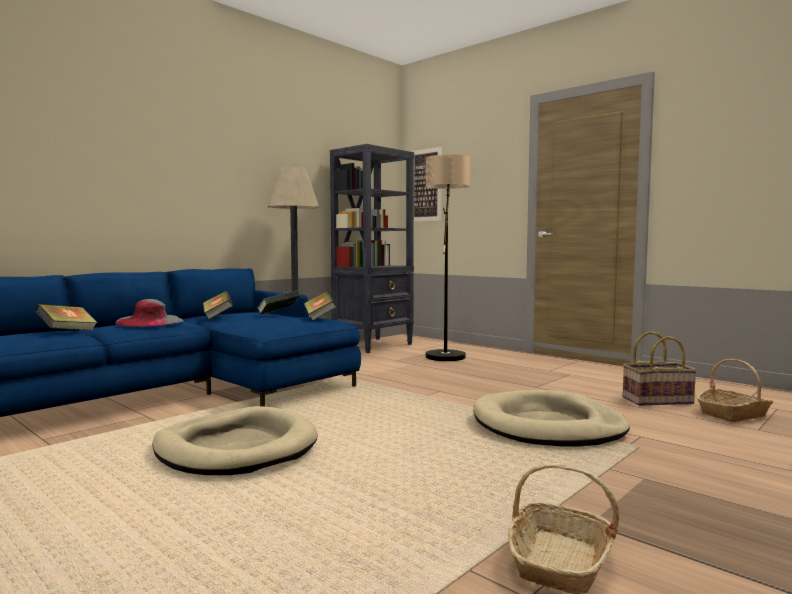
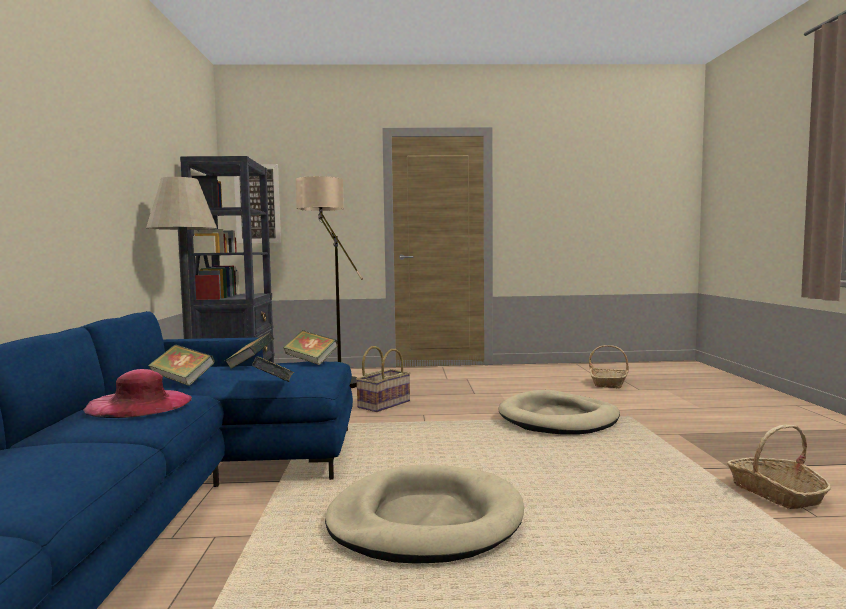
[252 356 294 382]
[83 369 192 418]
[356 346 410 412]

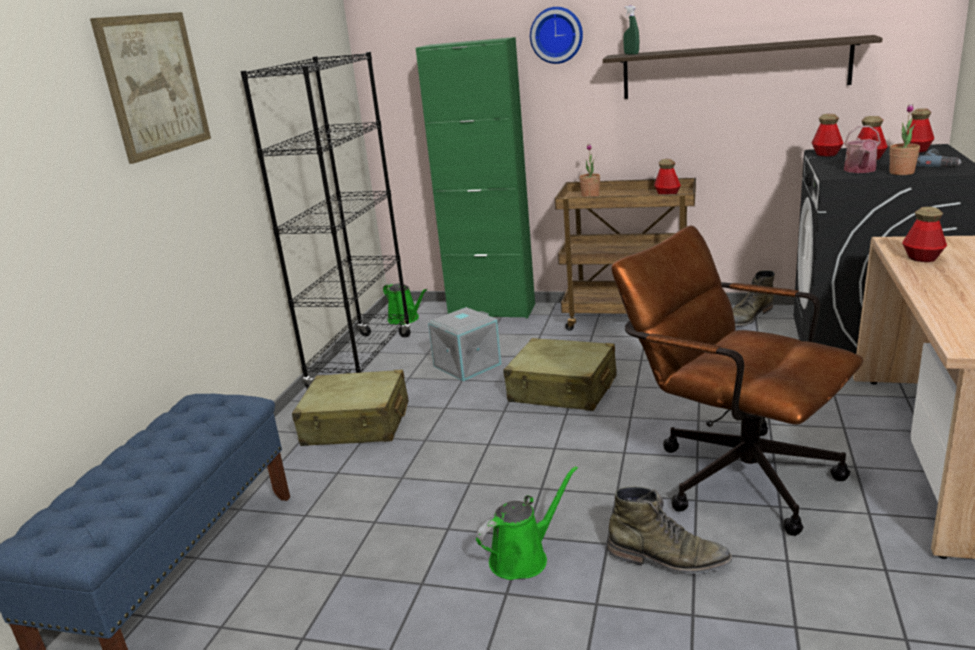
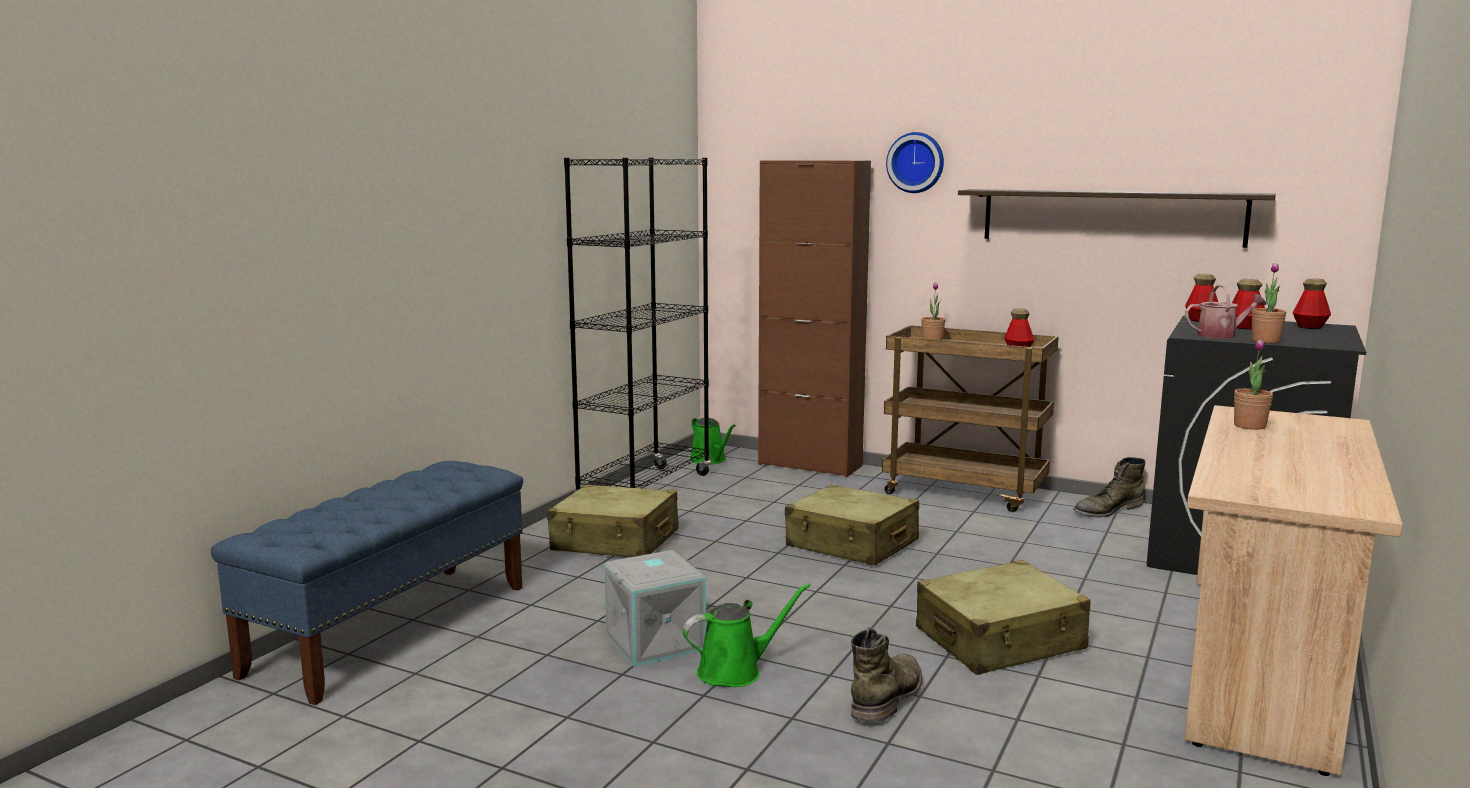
[90 12 211 164] (first image)
[758 160 871 477]
[604 550 706 667]
[851 627 922 723]
[916 560 1091 675]
[623 6 639 55] (first image)
[1185 285 1267 339]
[1234 340 1273 430]
[916 149 962 167] (first image)

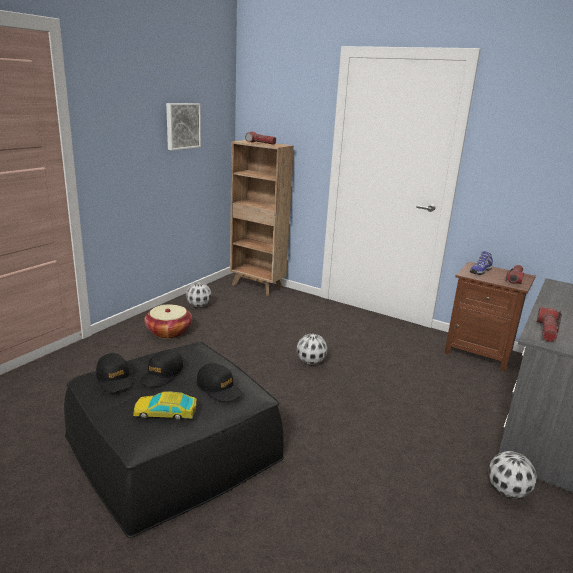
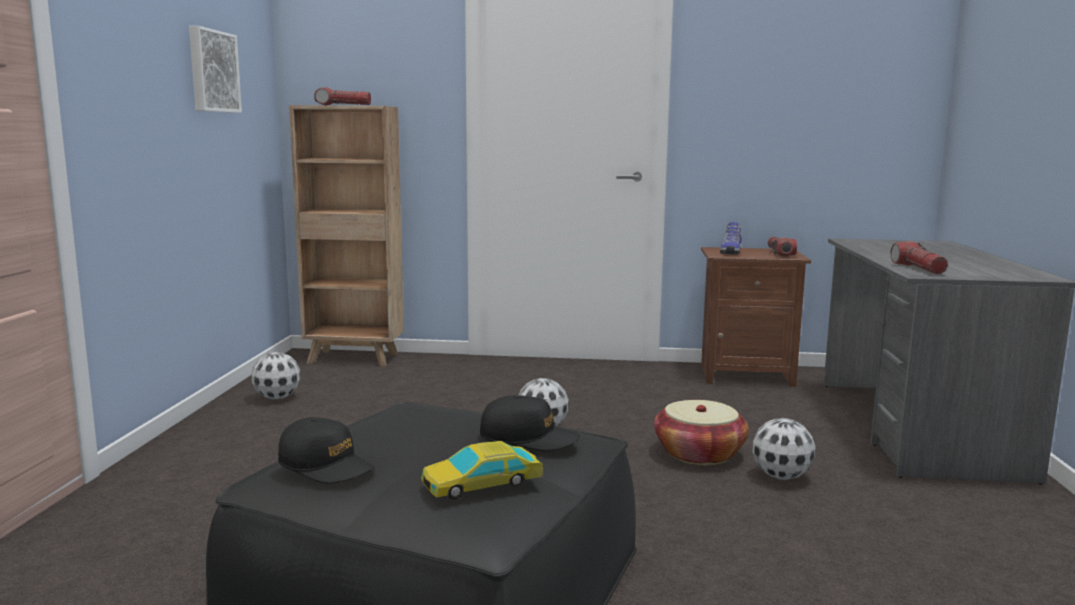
[139 350 183 387] (first image)
[654 400 749 465]
[752 418 816 480]

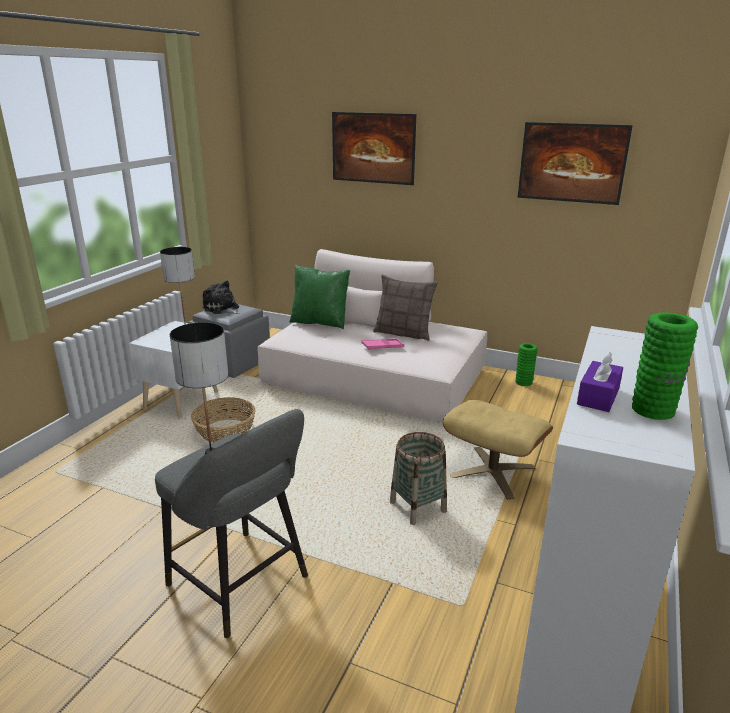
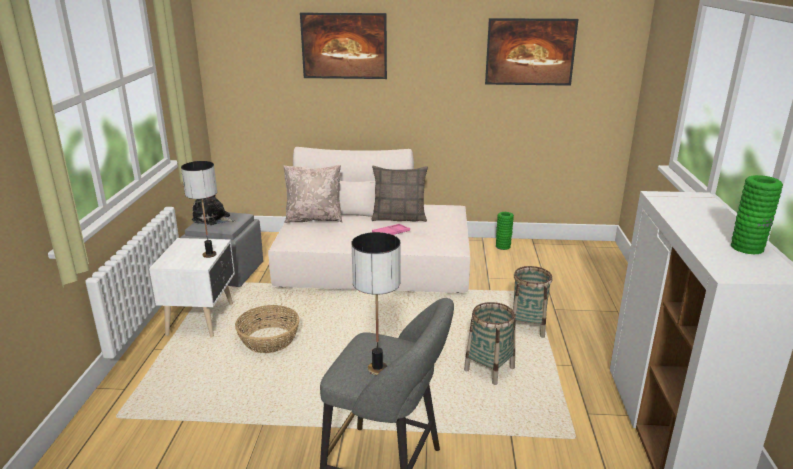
[284 165 342 223]
[513 266 553 338]
[577 352 623 412] (first image)

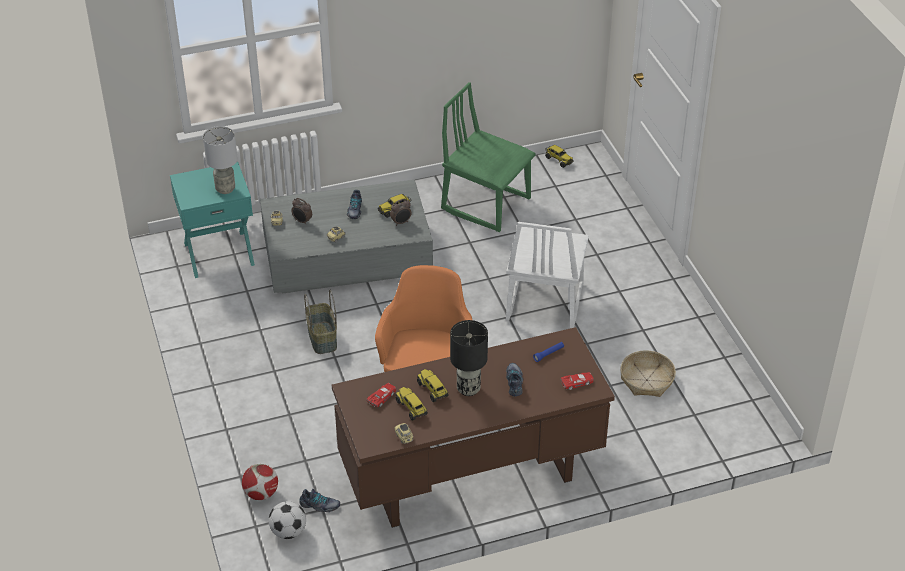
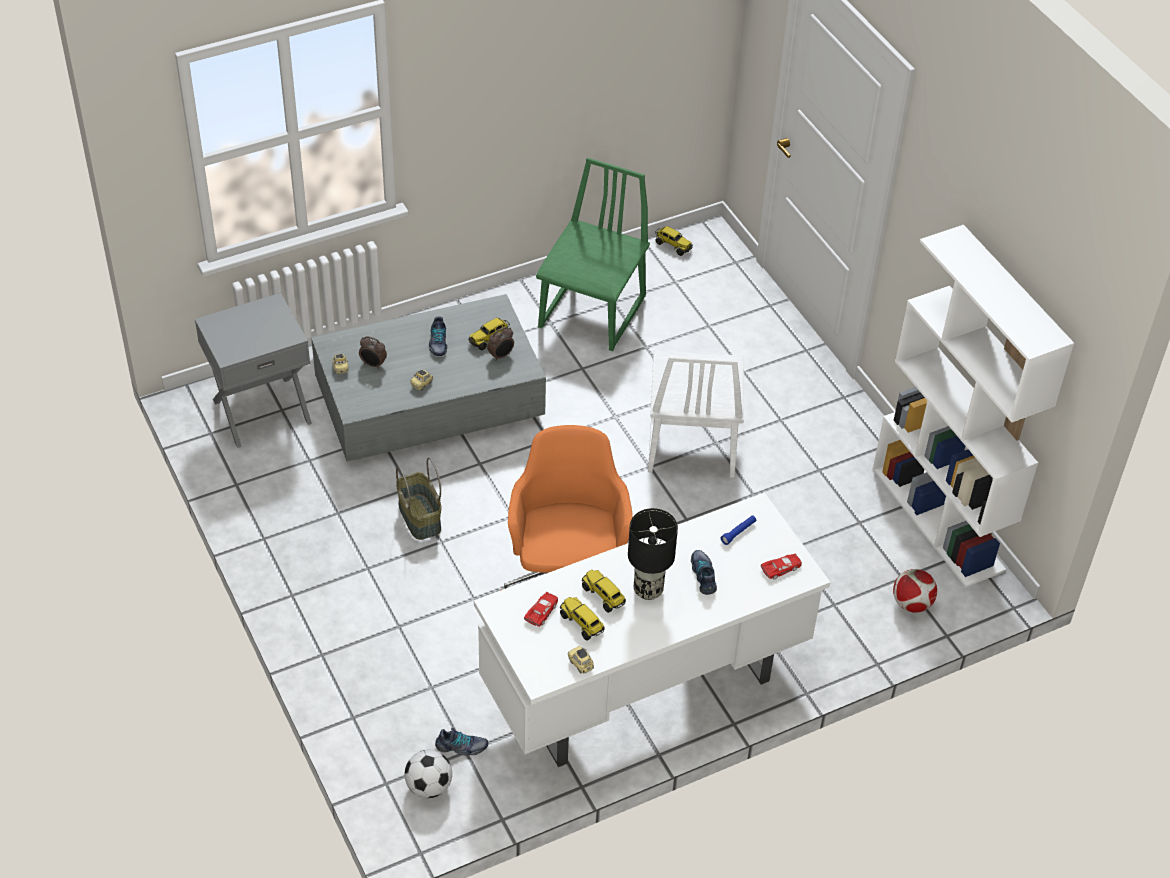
[195 293 312 448]
[203 126 238 194] (first image)
[893 569 937 612]
[474 493 830 767]
[536 158 650 351]
[620 350 676 397] (first image)
[872 225 1074 587]

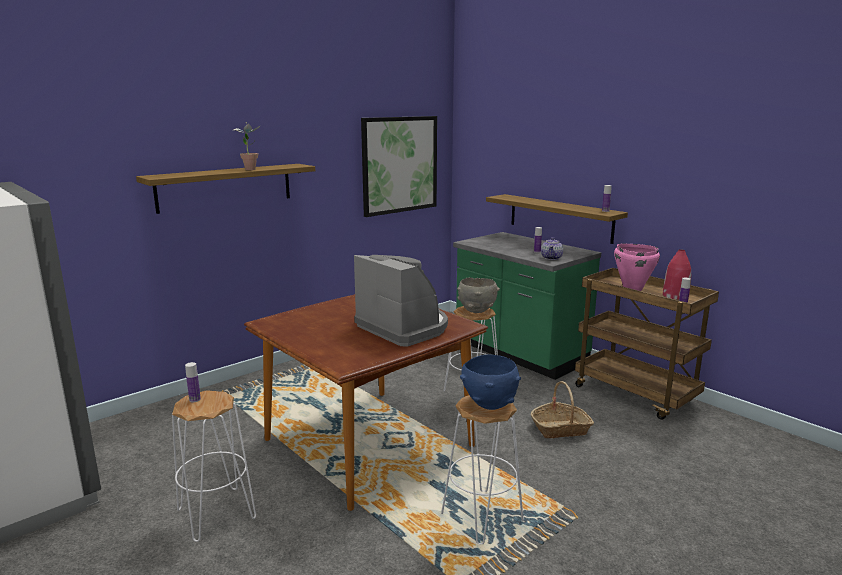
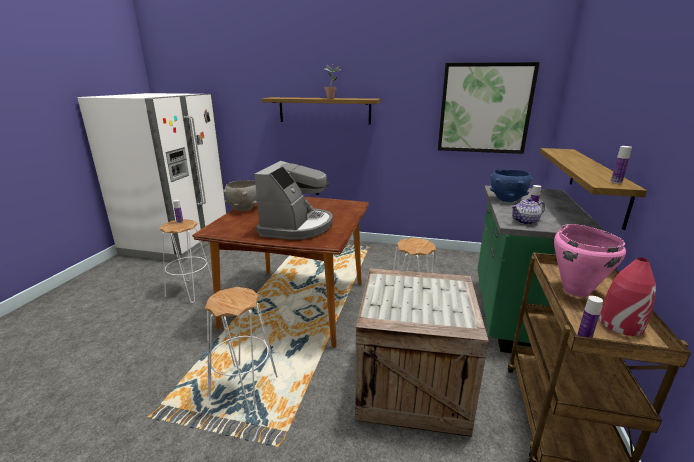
[223 180 258 211]
[490 170 532 202]
[355 268 489 437]

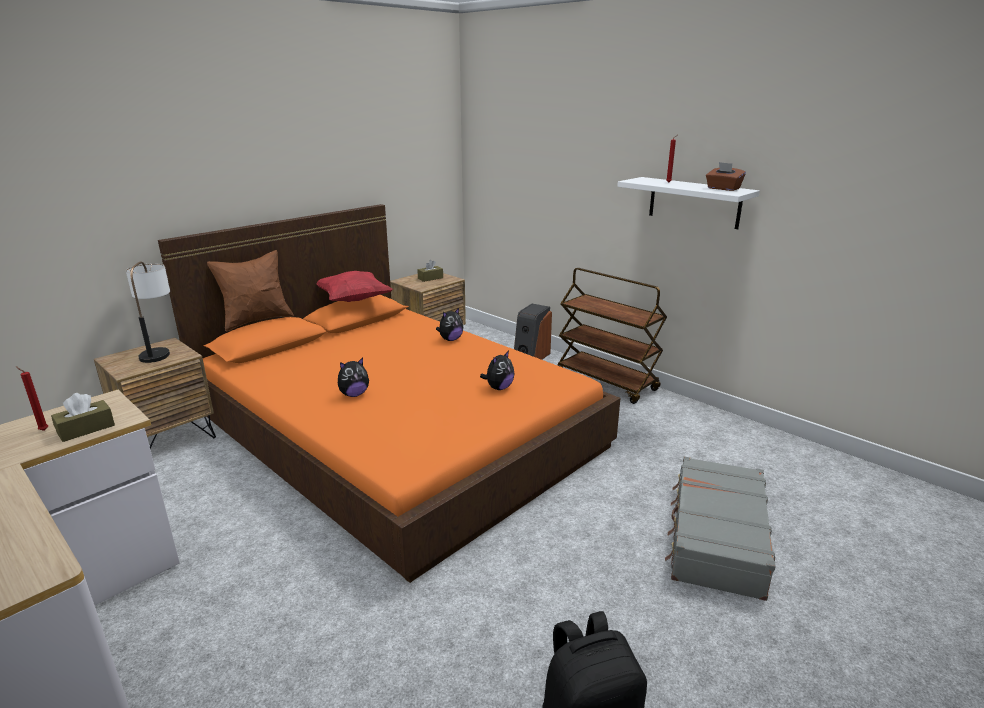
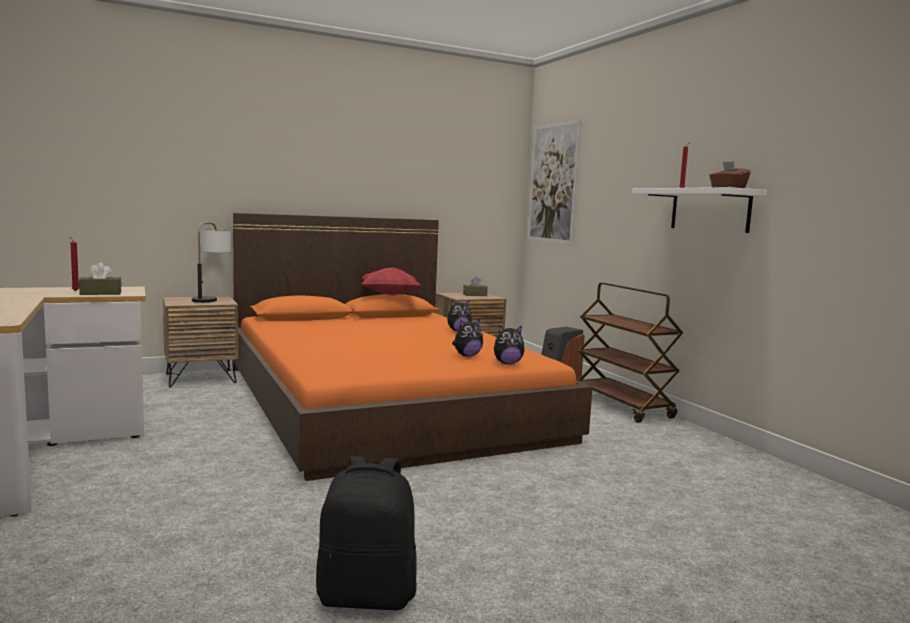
[207 250 294 331] (first image)
[494 325 524 364]
[665 457 776 601] (first image)
[528 119 582 244]

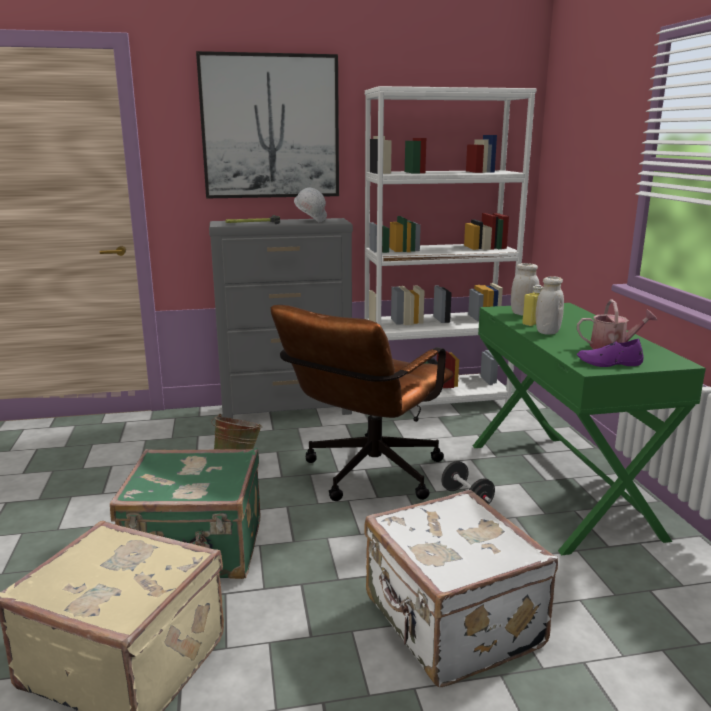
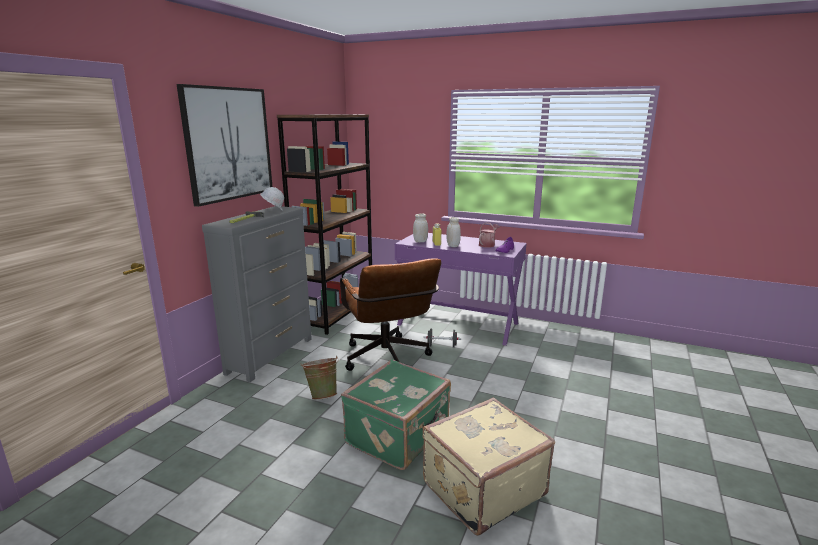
[364 490 558 687] (first image)
[277 115 372 335]
[395 233 527 346]

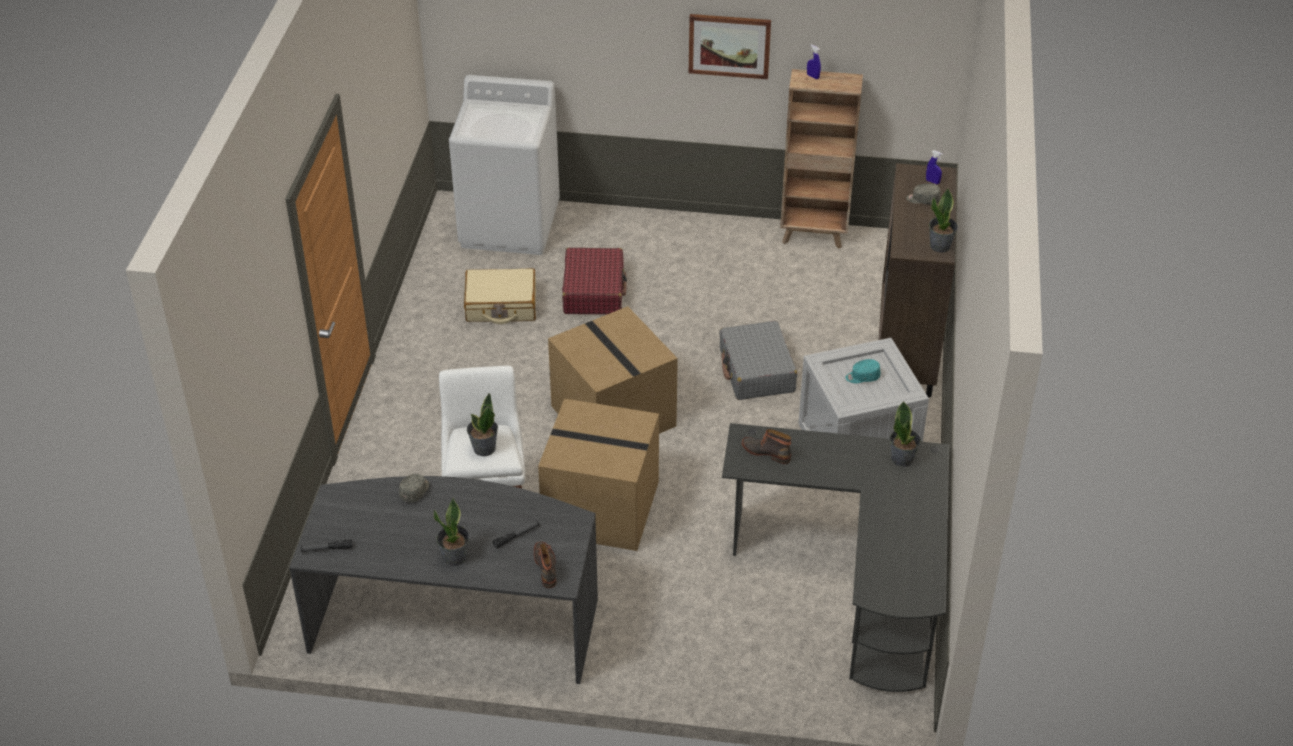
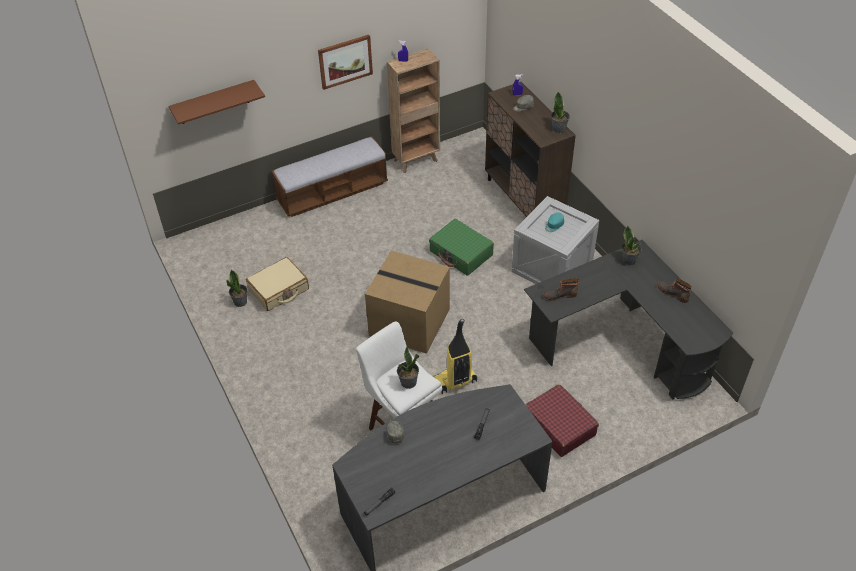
[227 270 247 307]
[449 75 560 255] (first image)
[658 278 692 303]
[434 319 477 394]
[525 384 599 457]
[429 219 494 276]
[169 80 265 124]
[271 136 388 217]

